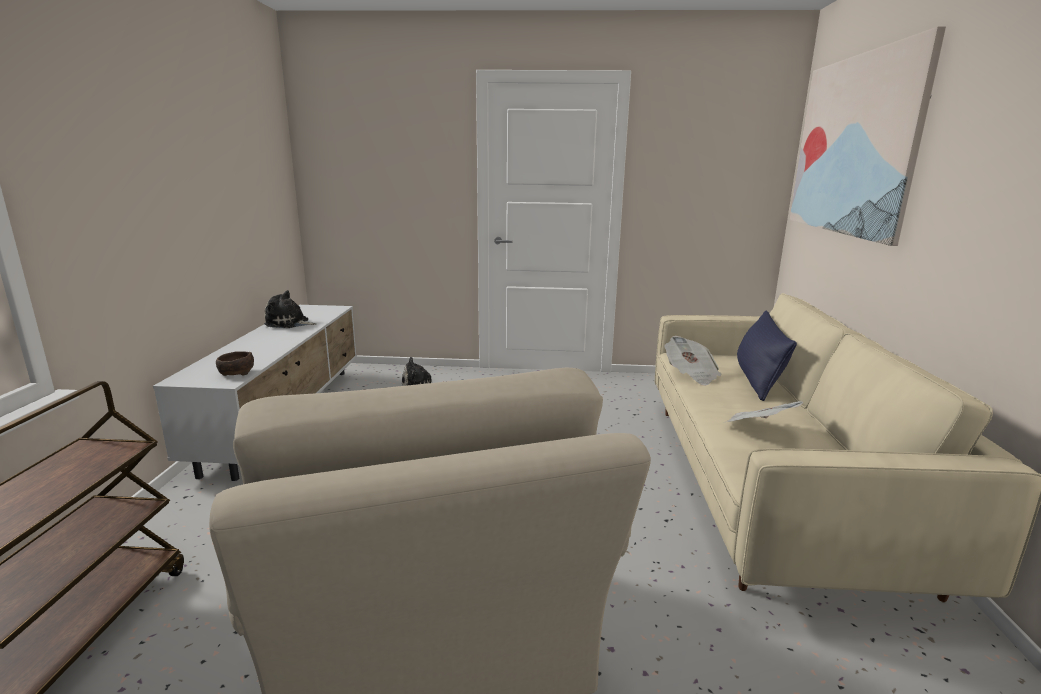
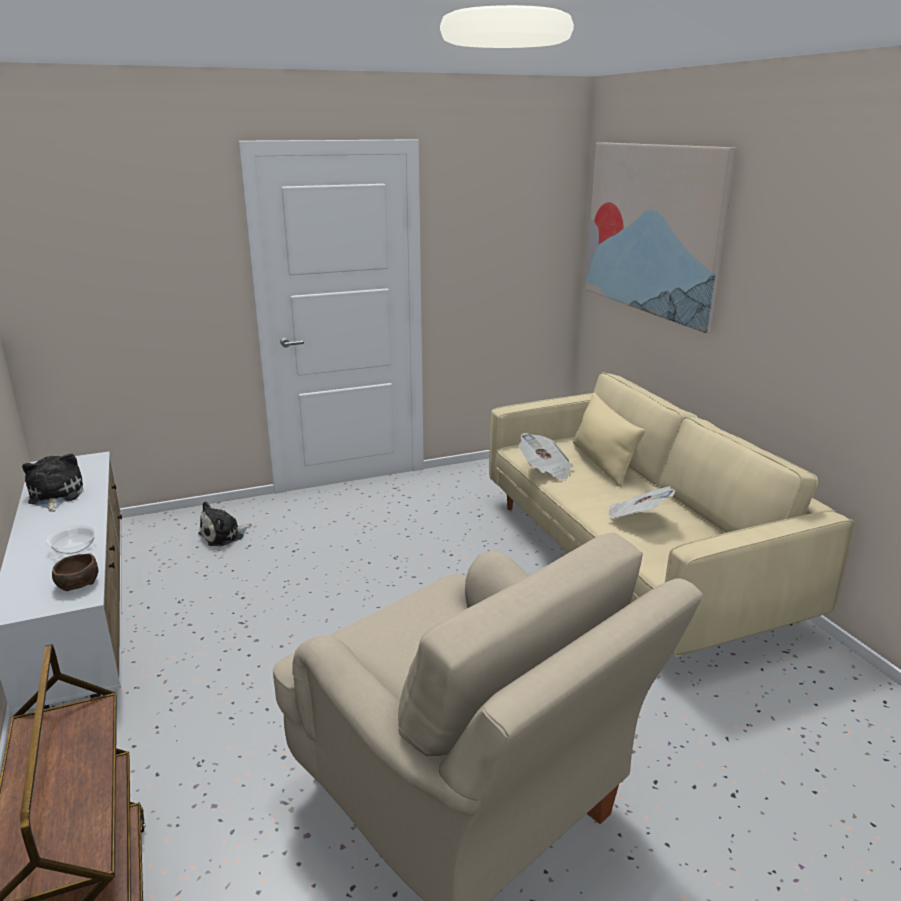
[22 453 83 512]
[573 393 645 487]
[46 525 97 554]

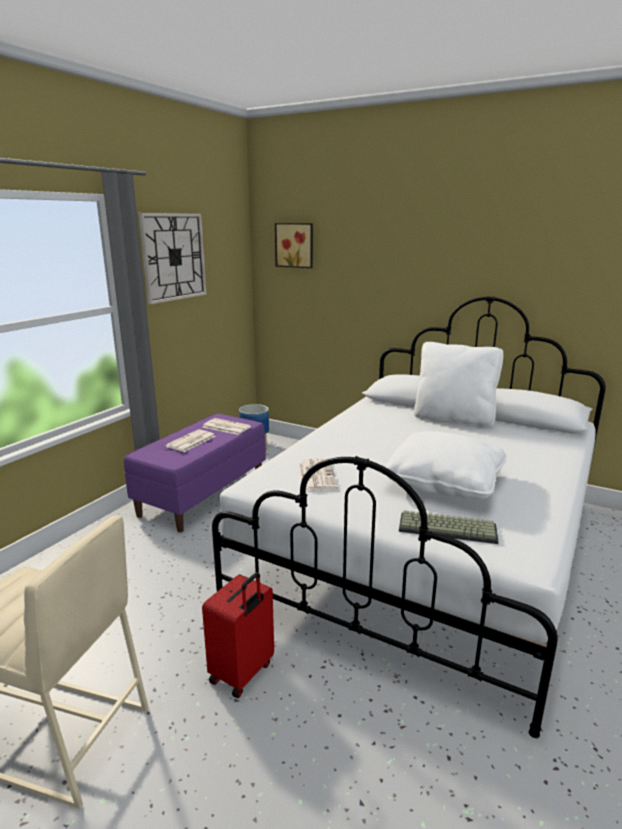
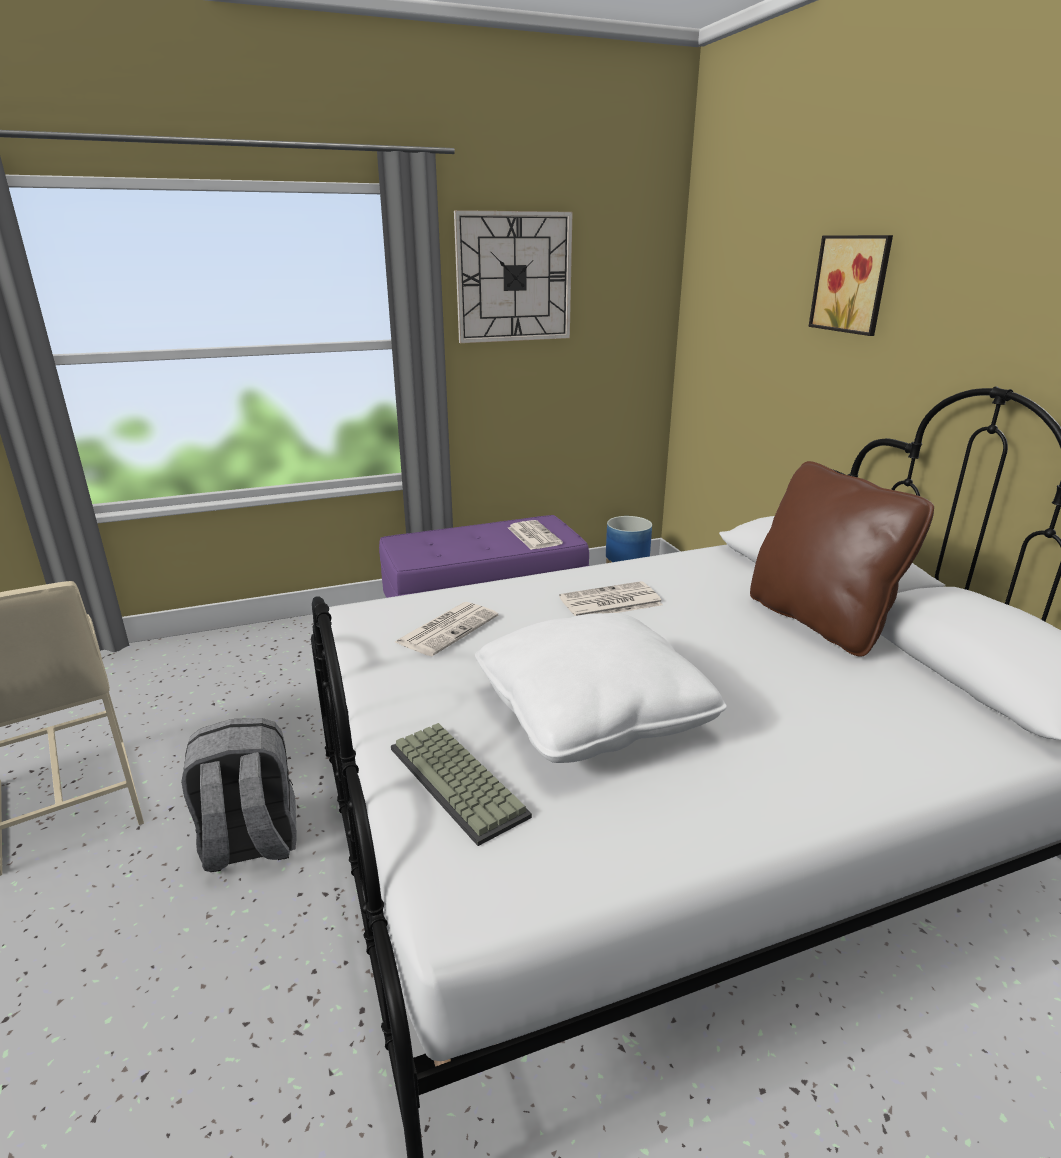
[559 581 663 616]
[181 718 297 872]
[808 235 893 336]
[750 461 934 657]

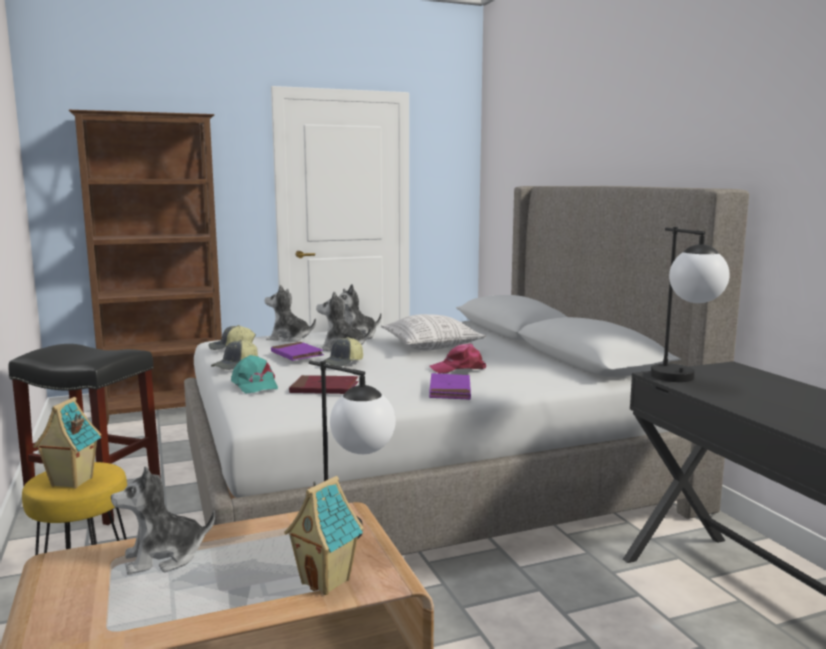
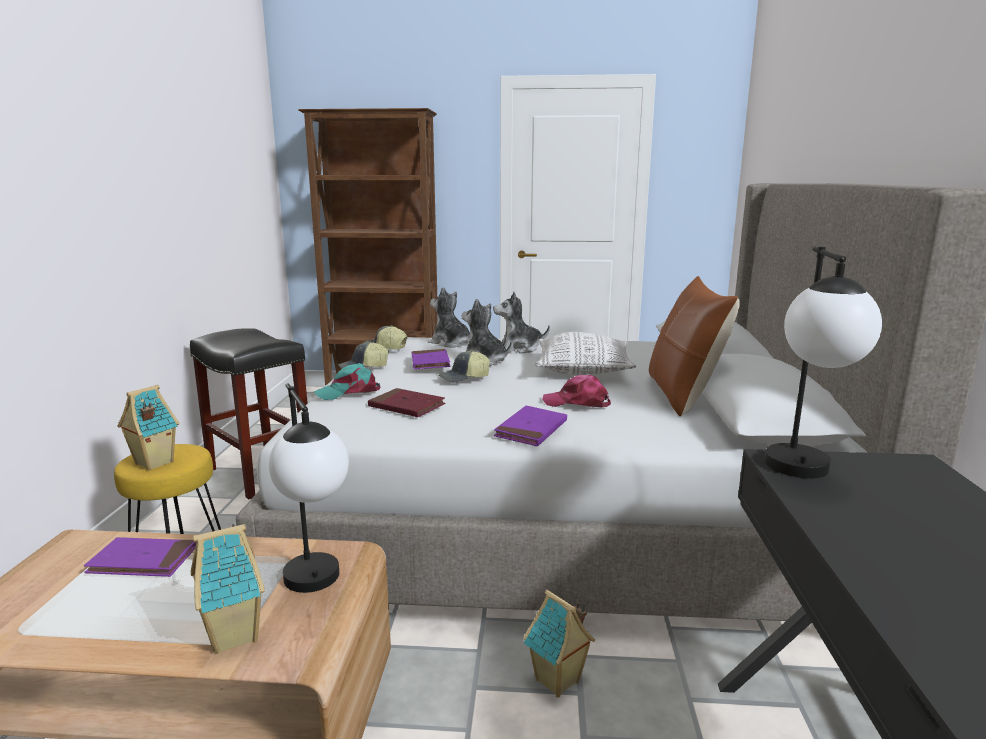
[84 537 196 577]
[314 363 381 400]
[523 590 595 697]
[649 276 740 416]

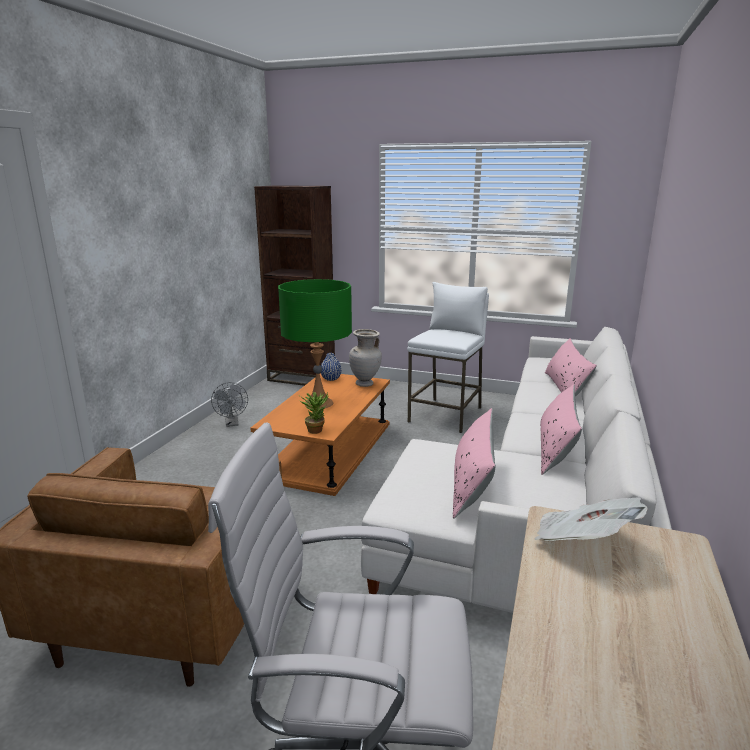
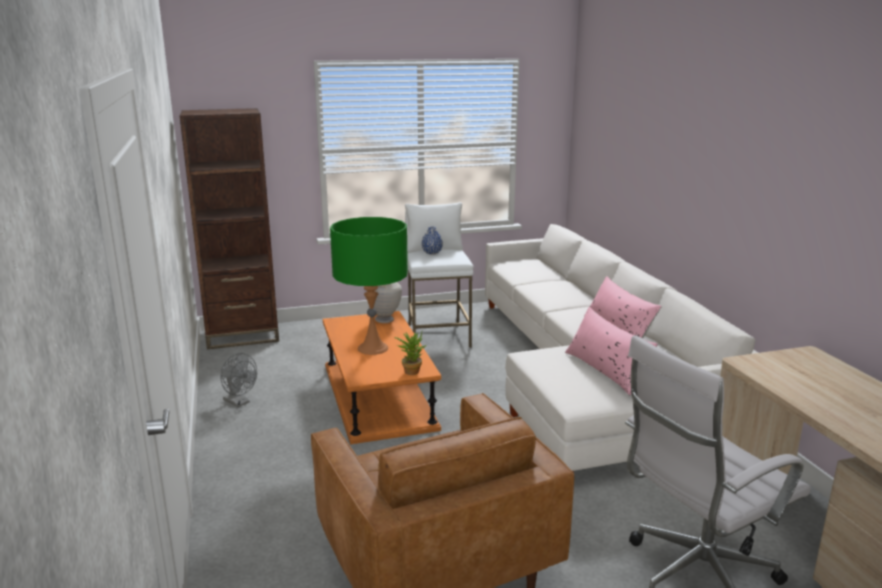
[422 226 443 254]
[534 498 648 541] (first image)
[545 338 597 397] (first image)

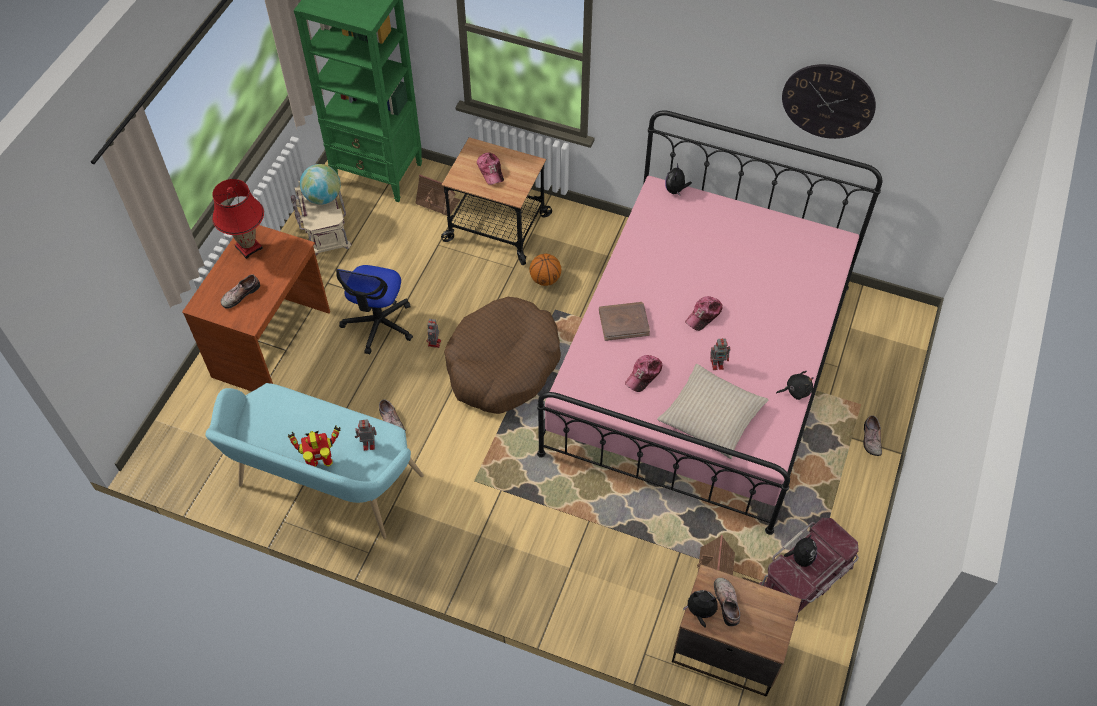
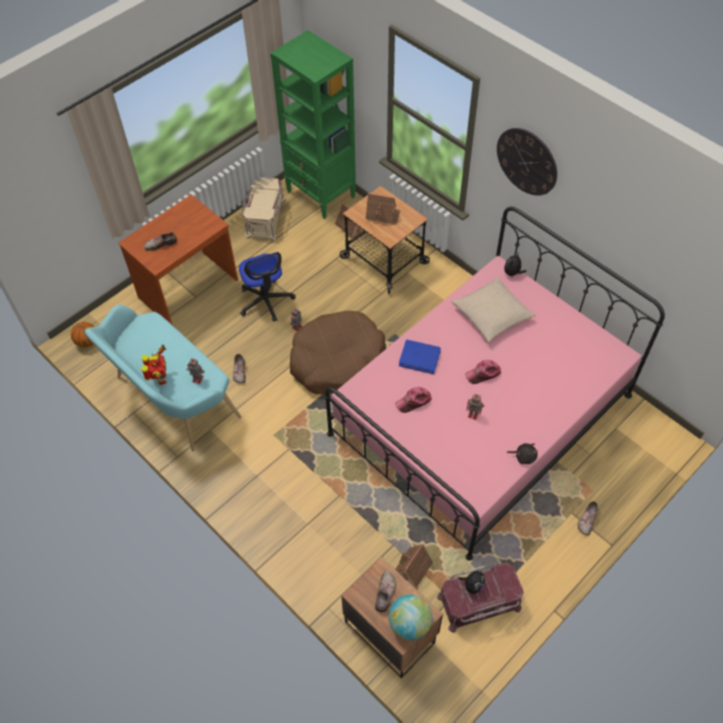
[212 179 264 259] (first image)
[141 344 167 385]
[389 595 433 640]
[239 252 296 322]
[365 193 401 225]
[71 322 94 348]
[399 340 441 374]
[451 277 536 343]
[683 590 718 628] (first image)
[497 128 557 196]

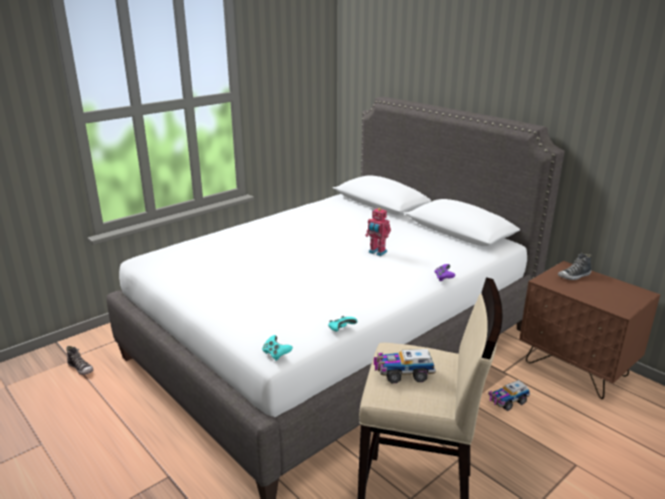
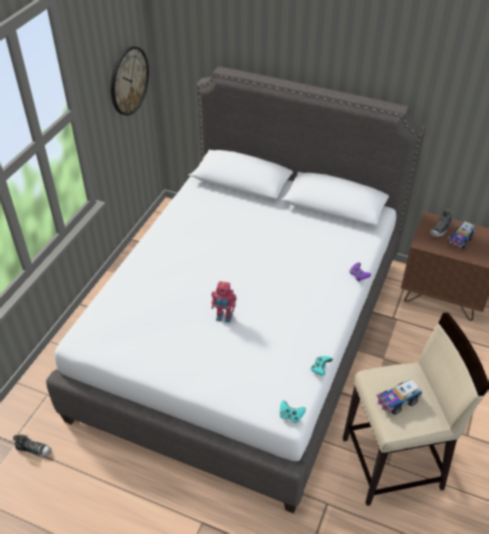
[212 281 237 323]
[448 221 475 249]
[111 46 149 116]

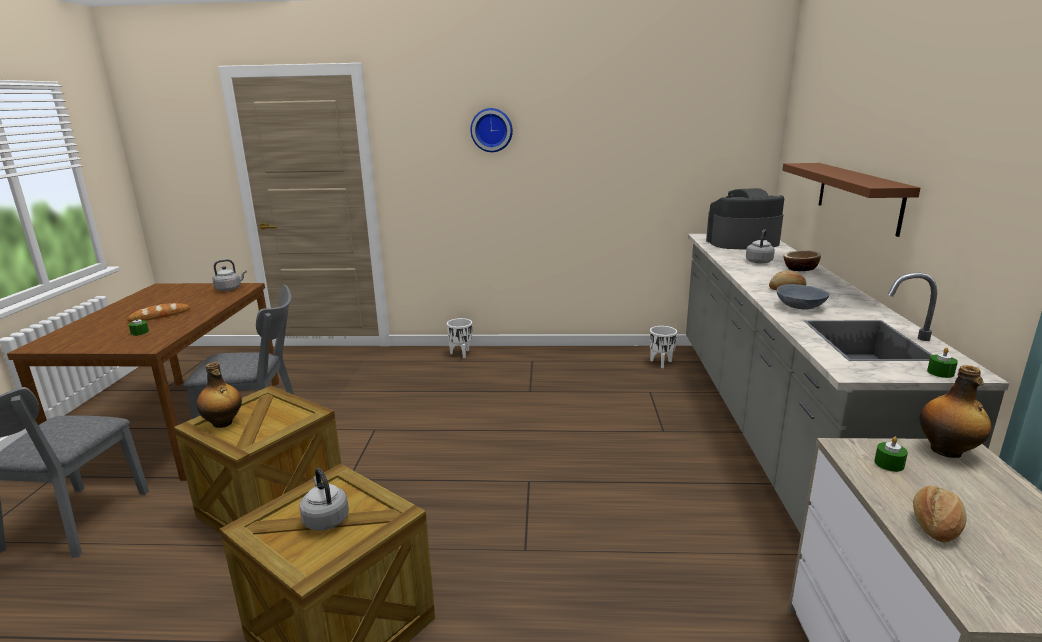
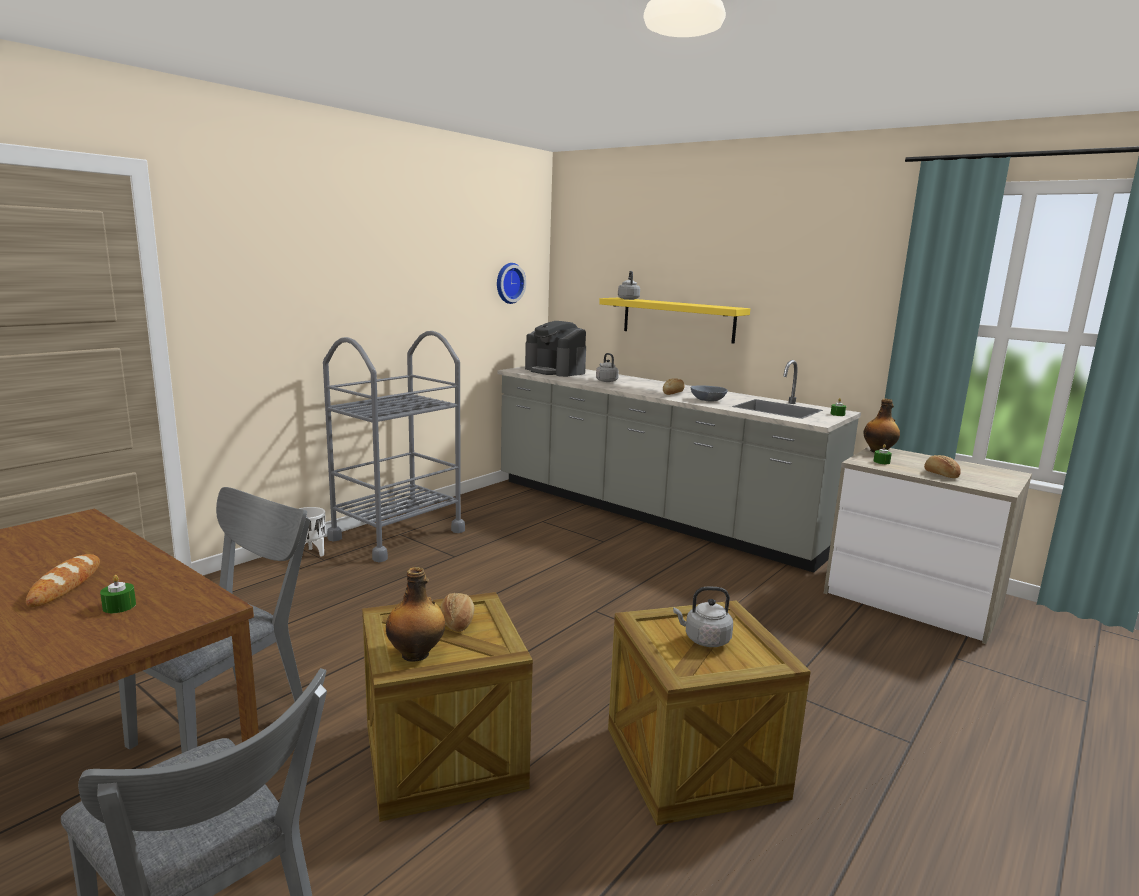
[618 271 640 300]
[497 263 526 304]
[650 326 677 368] (first image)
[525 321 586 377]
[599 298 750 344]
[784 251 821 271] (first image)
[323 331 465 562]
[440 593 474 632]

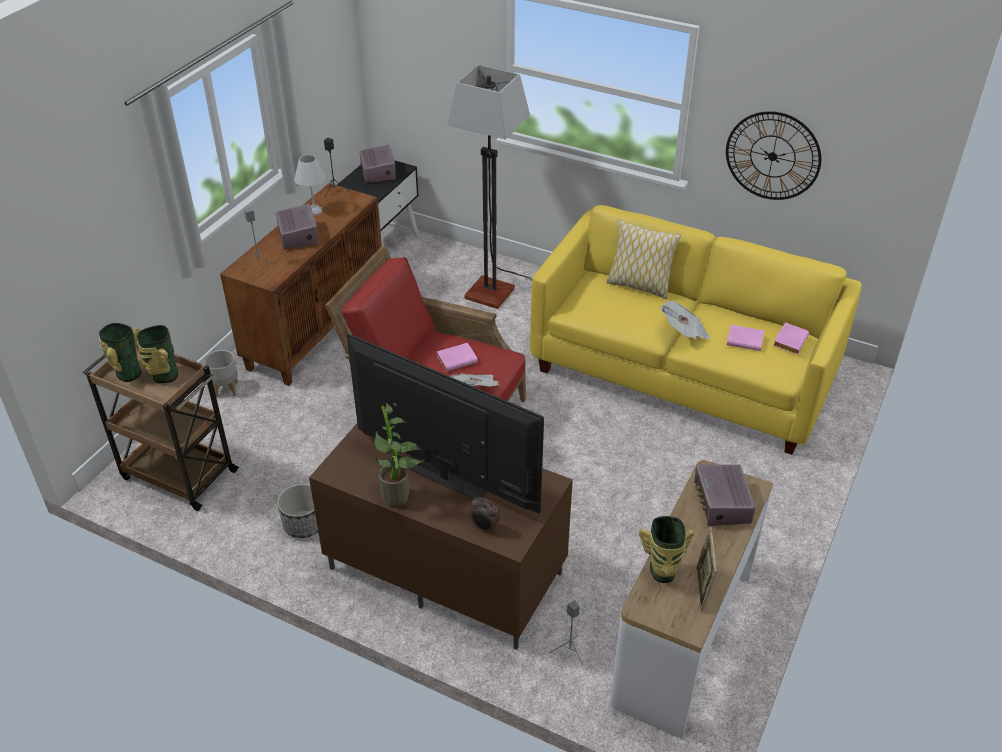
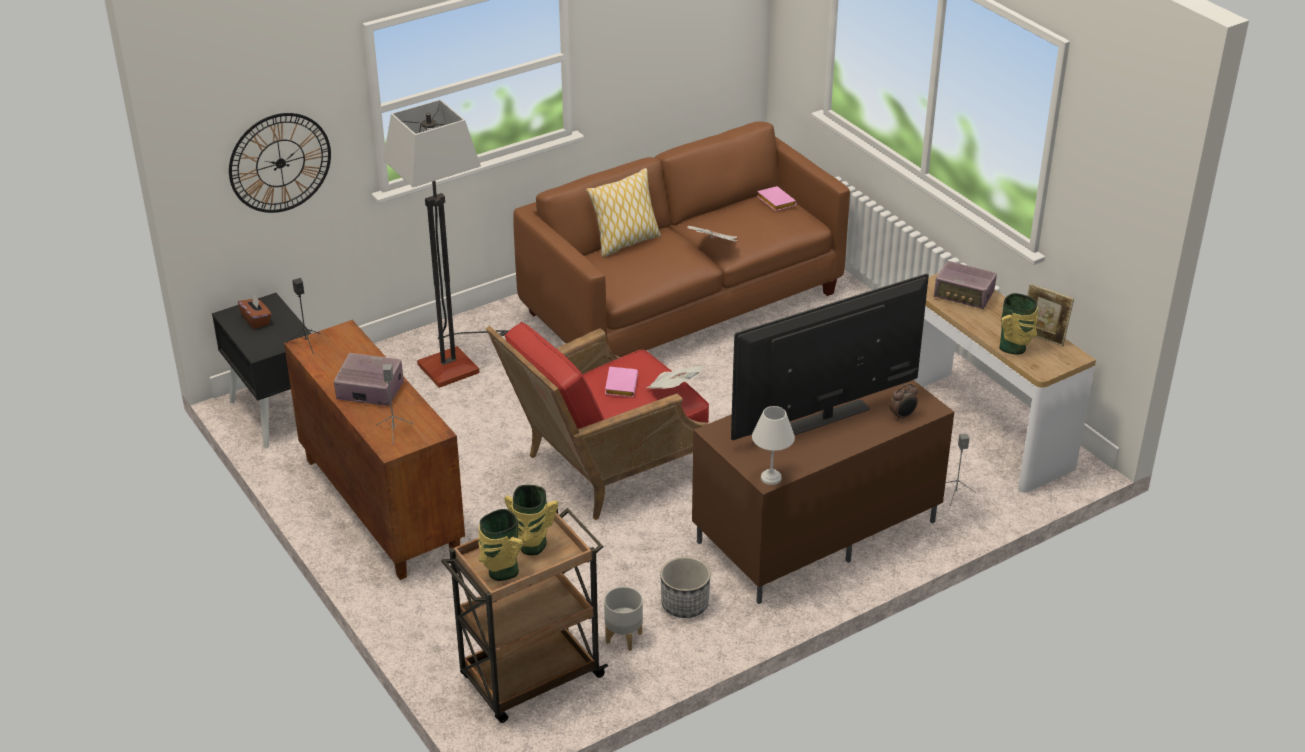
[604 587 643 651]
[752 406 795 485]
[238 295 272 329]
[374 403 425 507] (first image)
[513 121 850 357]
[229 113 331 213]
[727 325 764 351] (first image)

